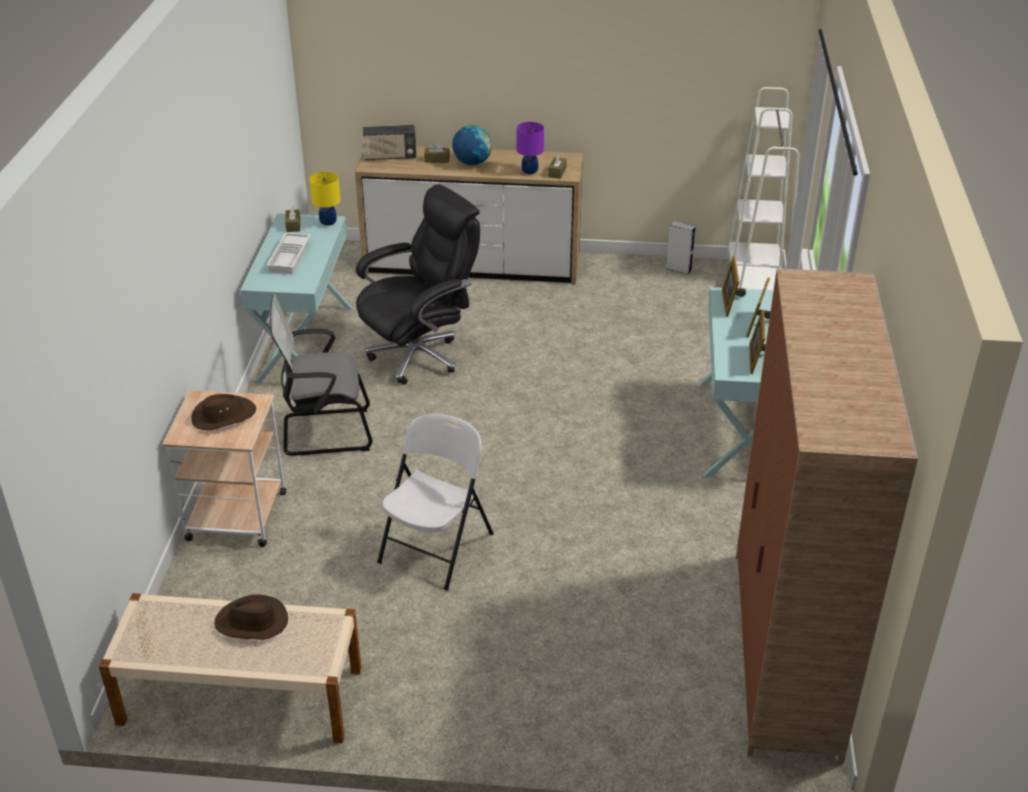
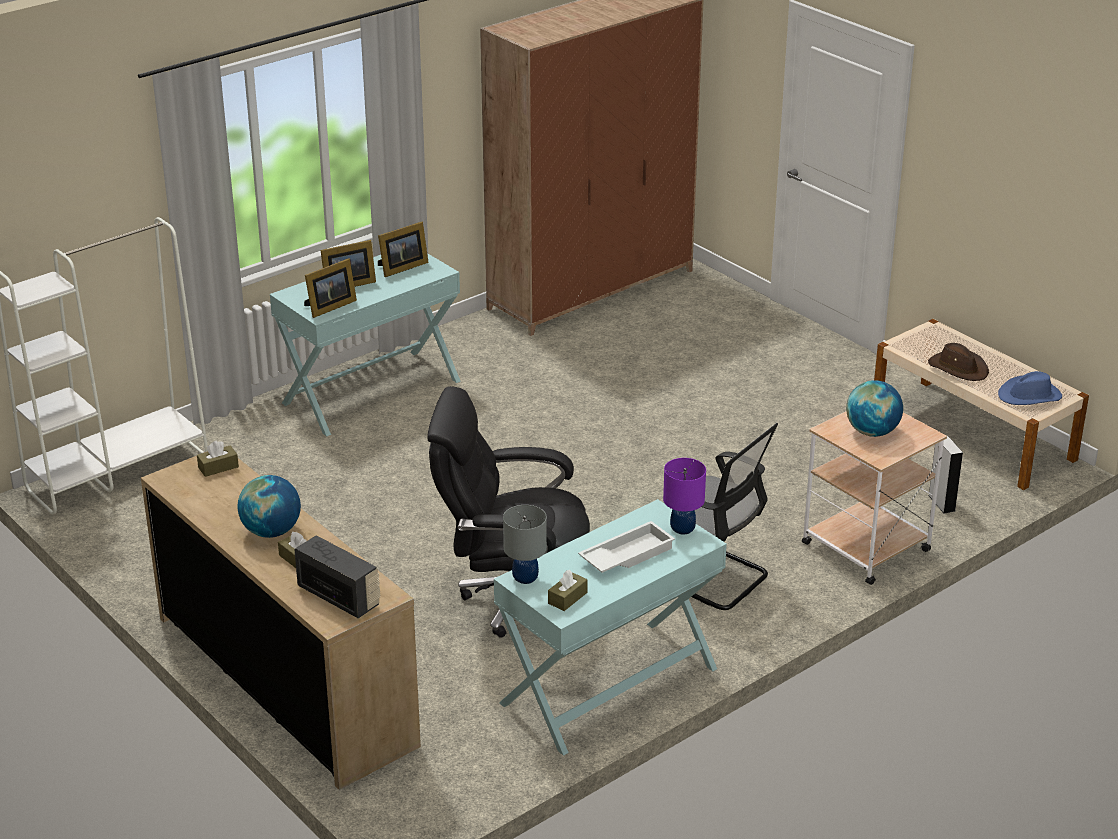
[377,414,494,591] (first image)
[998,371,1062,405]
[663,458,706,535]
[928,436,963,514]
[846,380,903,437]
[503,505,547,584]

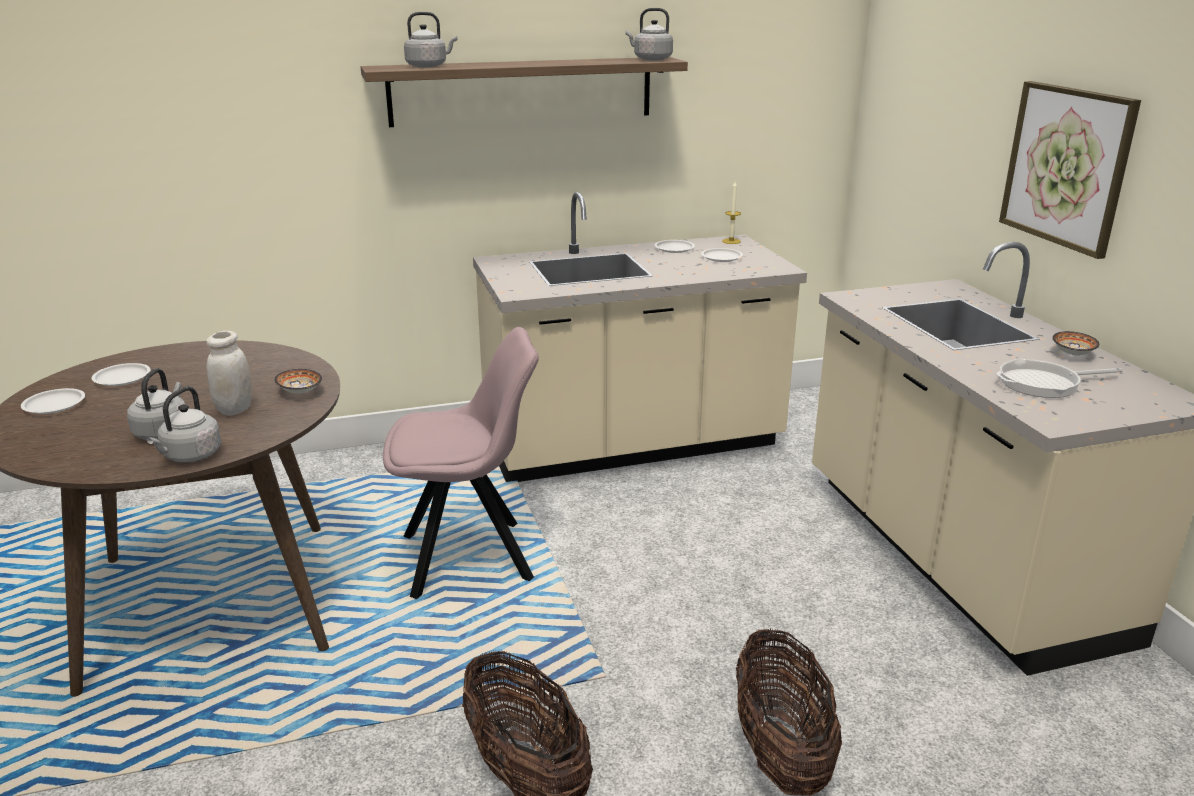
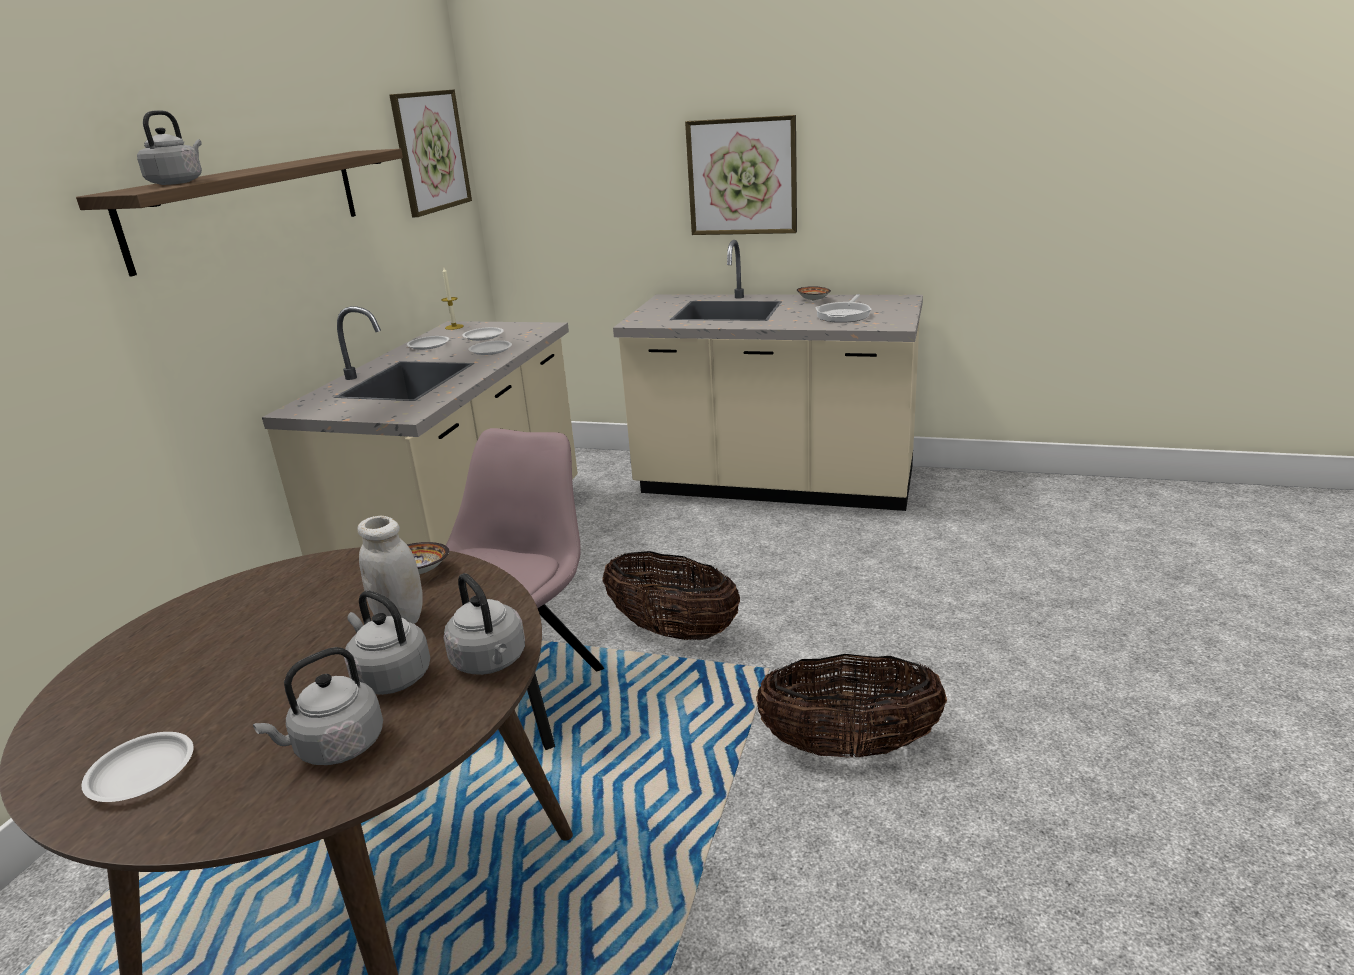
[389,90,472,217]
[468,340,512,355]
[253,647,383,765]
[602,551,740,640]

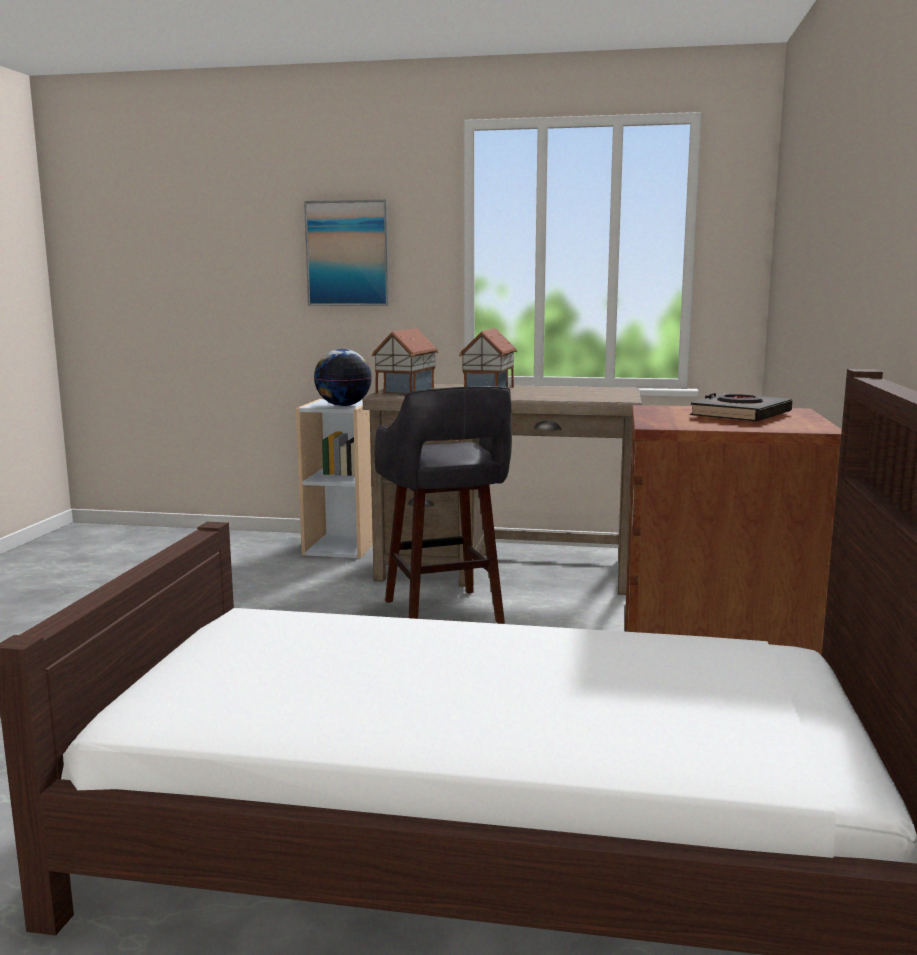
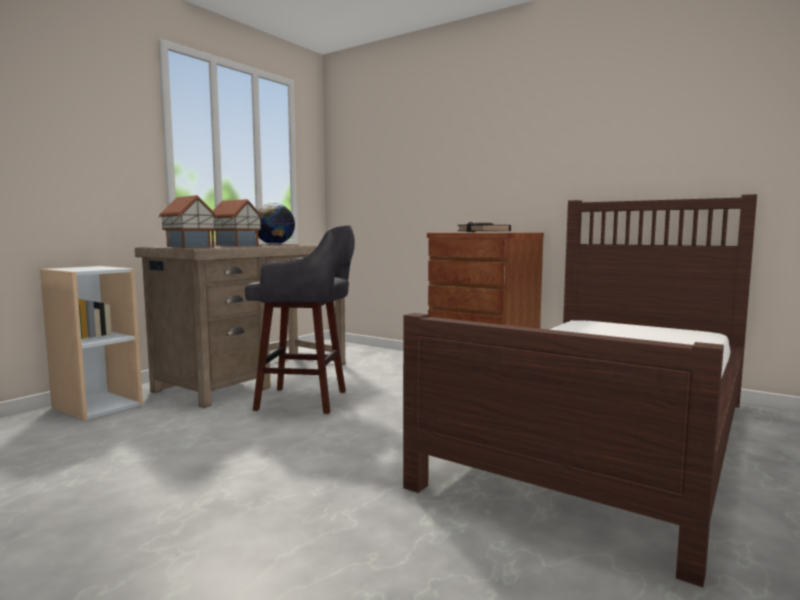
[304,200,390,306] (first image)
[255,203,295,244]

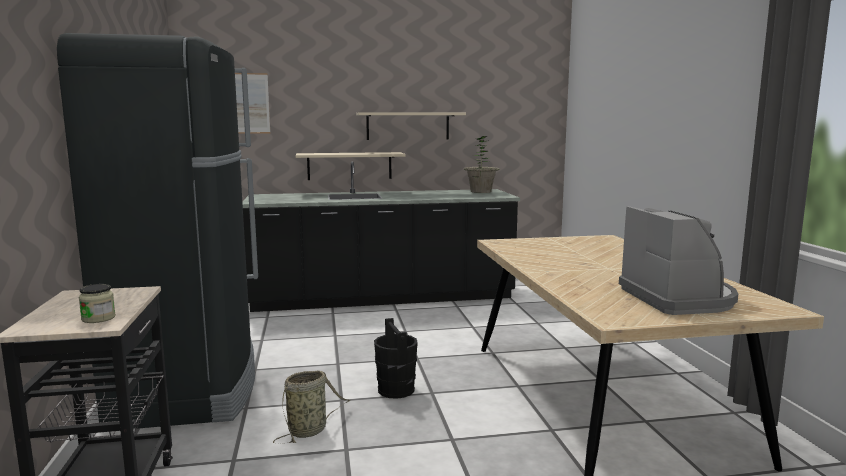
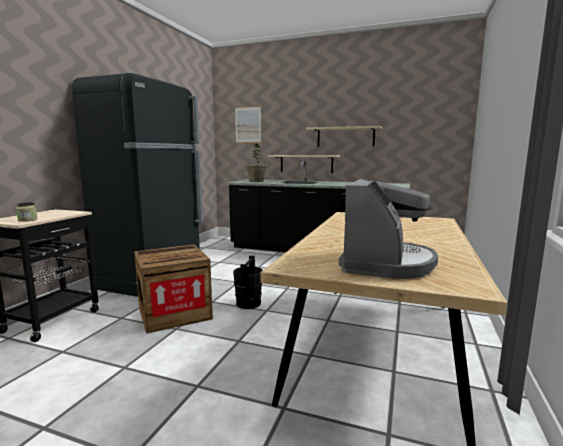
[244,144,268,182]
[134,244,213,334]

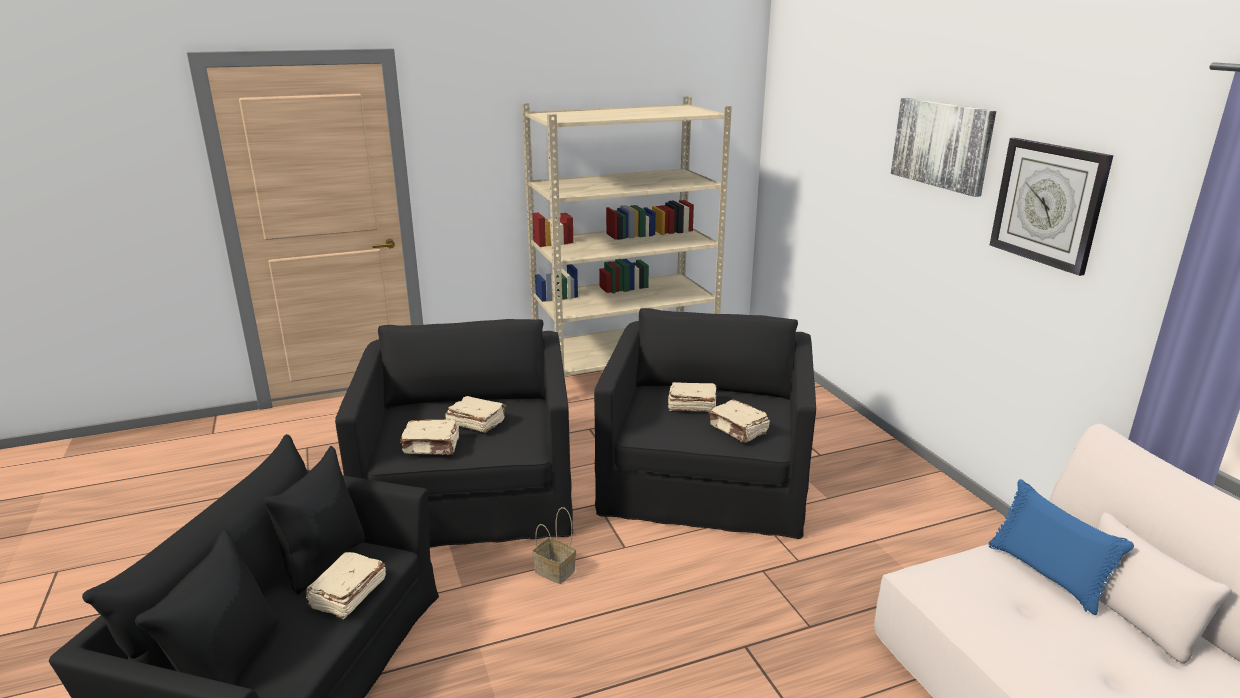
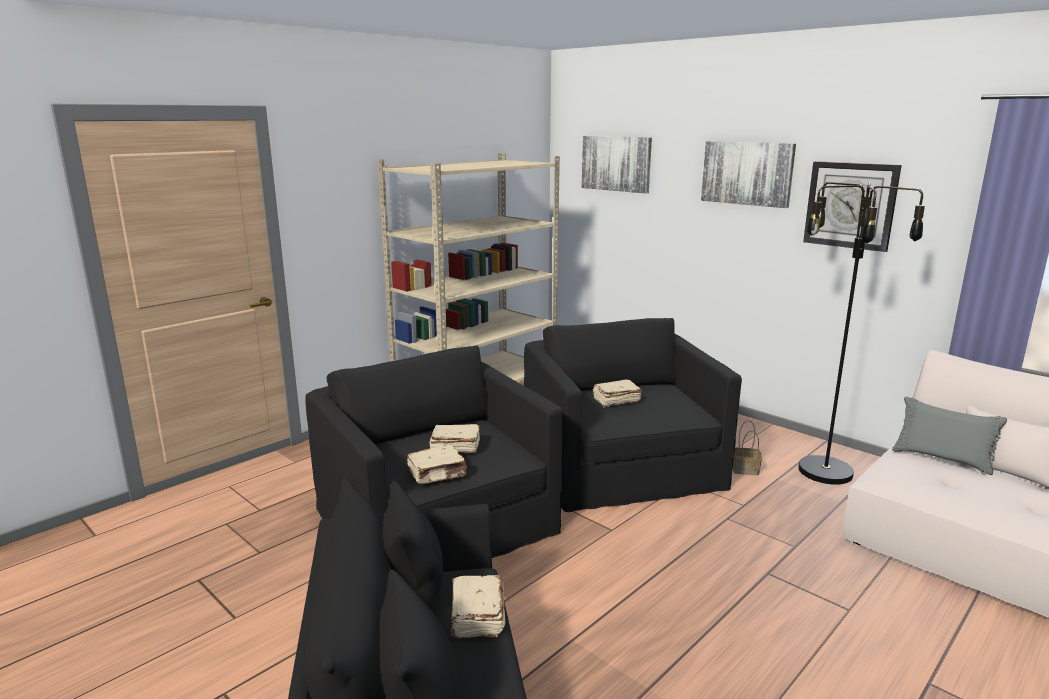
[709,400,770,443] (first image)
[581,136,652,193]
[798,182,925,485]
[732,420,762,475]
[892,396,1007,475]

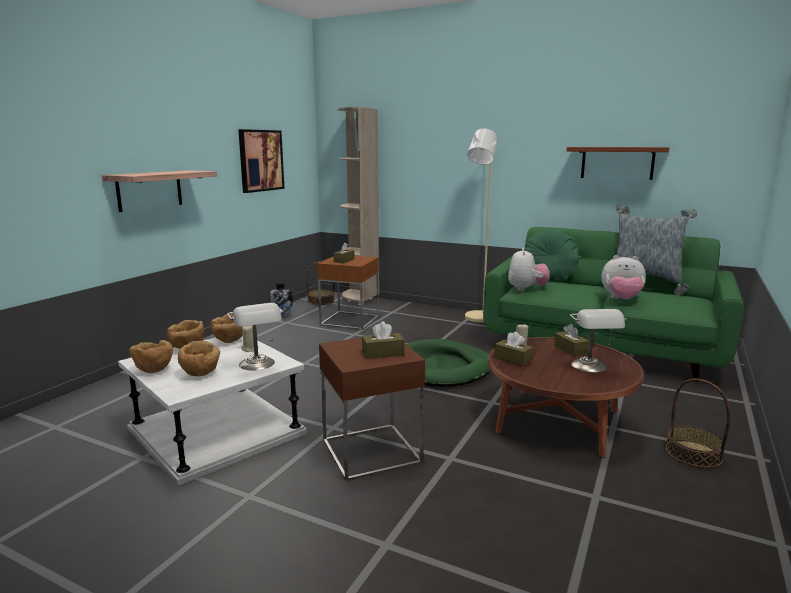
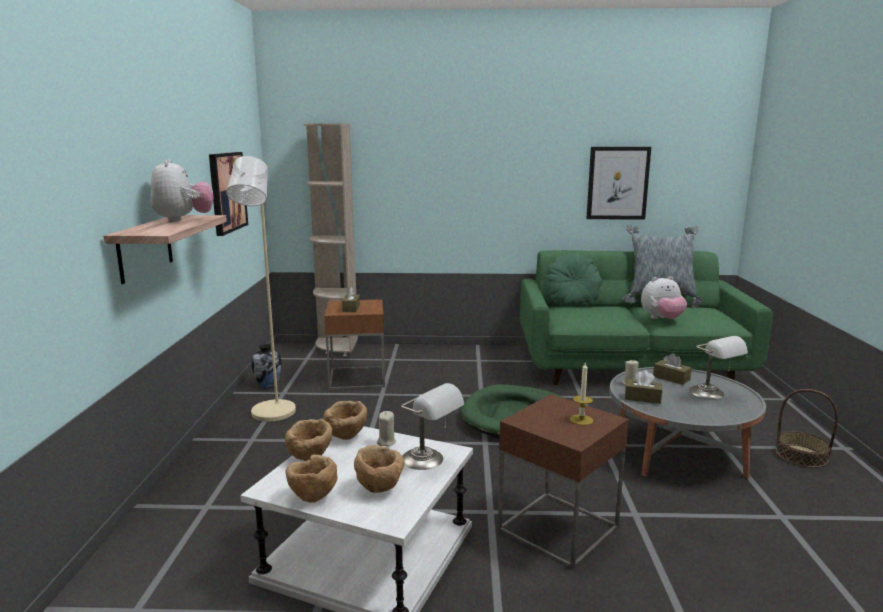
[306,262,334,305] (first image)
[226,156,296,422]
[150,159,213,222]
[570,363,593,425]
[586,147,651,220]
[609,367,766,478]

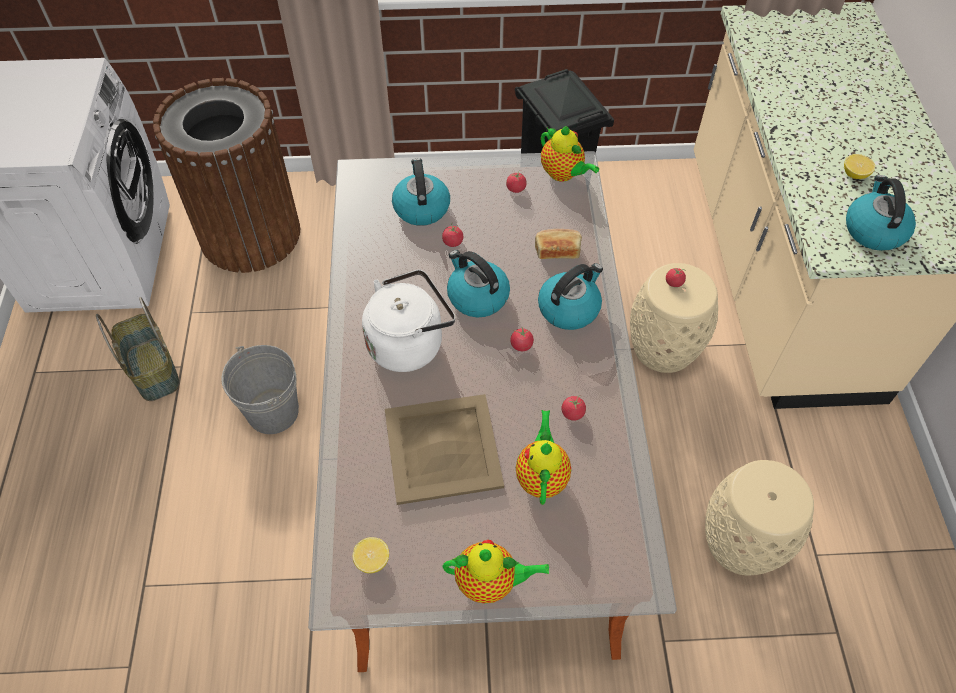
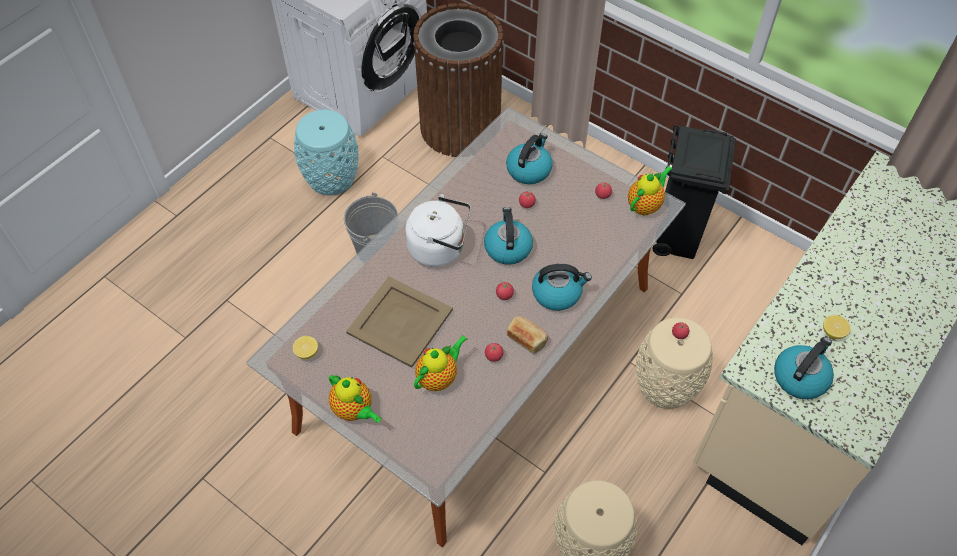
[507,316,548,354]
[294,110,359,195]
[628,166,673,215]

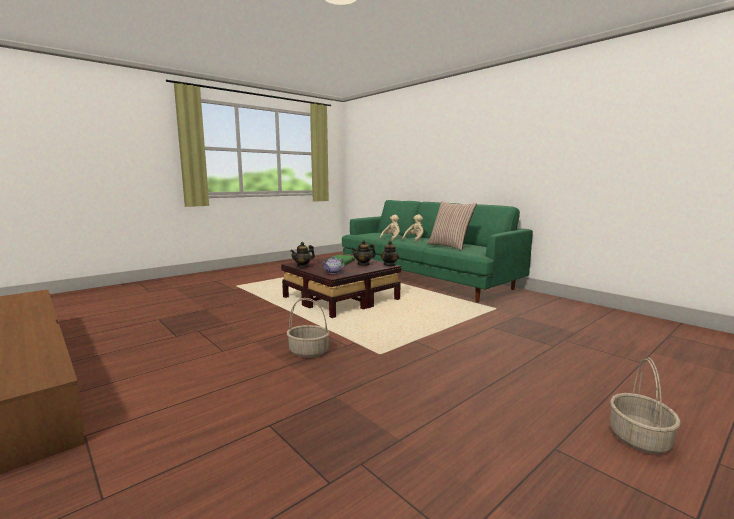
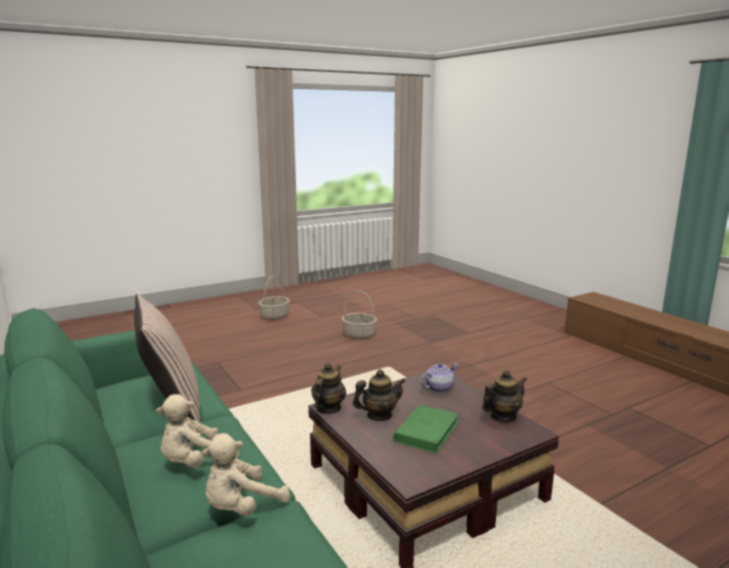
[342,290,377,339]

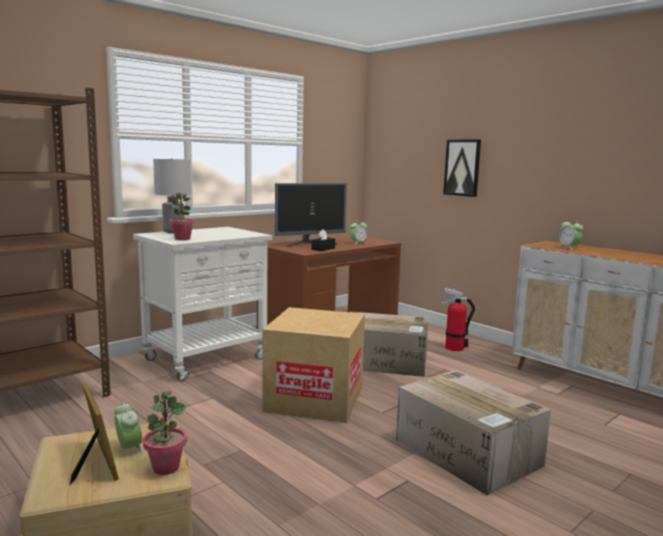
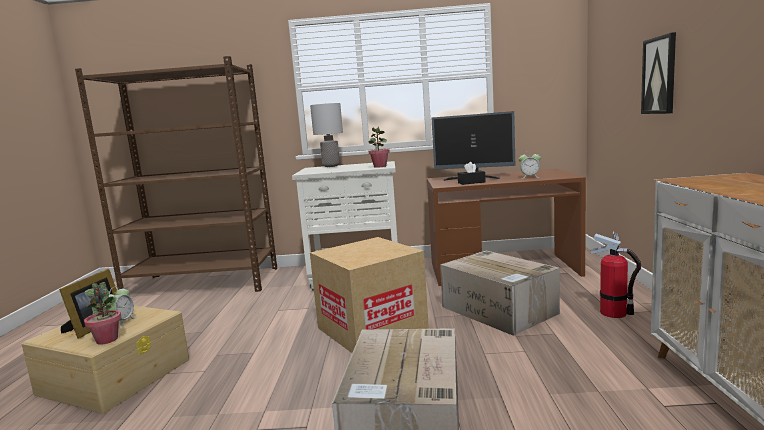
[559,219,583,250] (first image)
[368,127,389,168]

